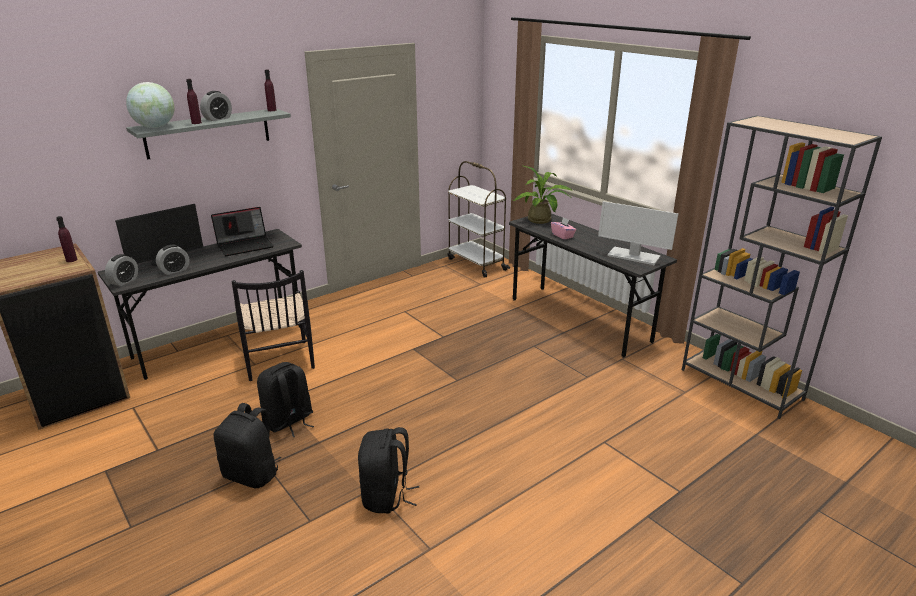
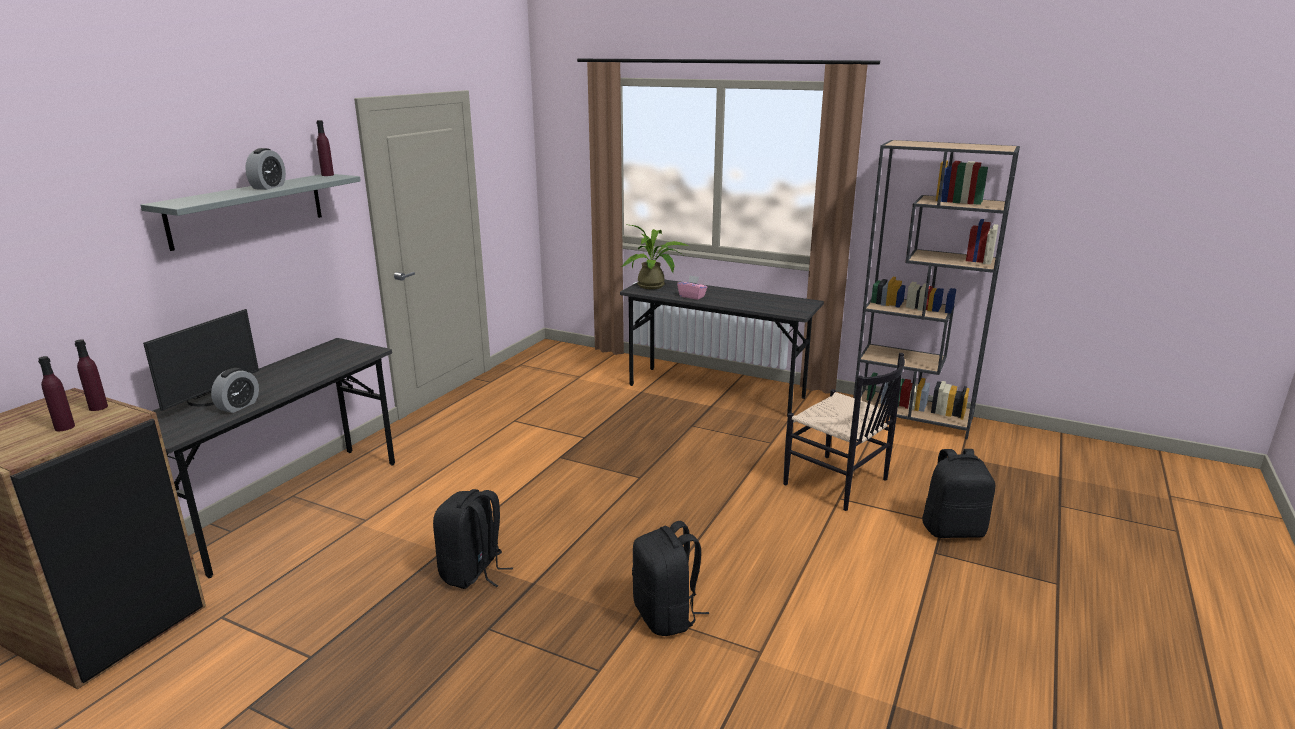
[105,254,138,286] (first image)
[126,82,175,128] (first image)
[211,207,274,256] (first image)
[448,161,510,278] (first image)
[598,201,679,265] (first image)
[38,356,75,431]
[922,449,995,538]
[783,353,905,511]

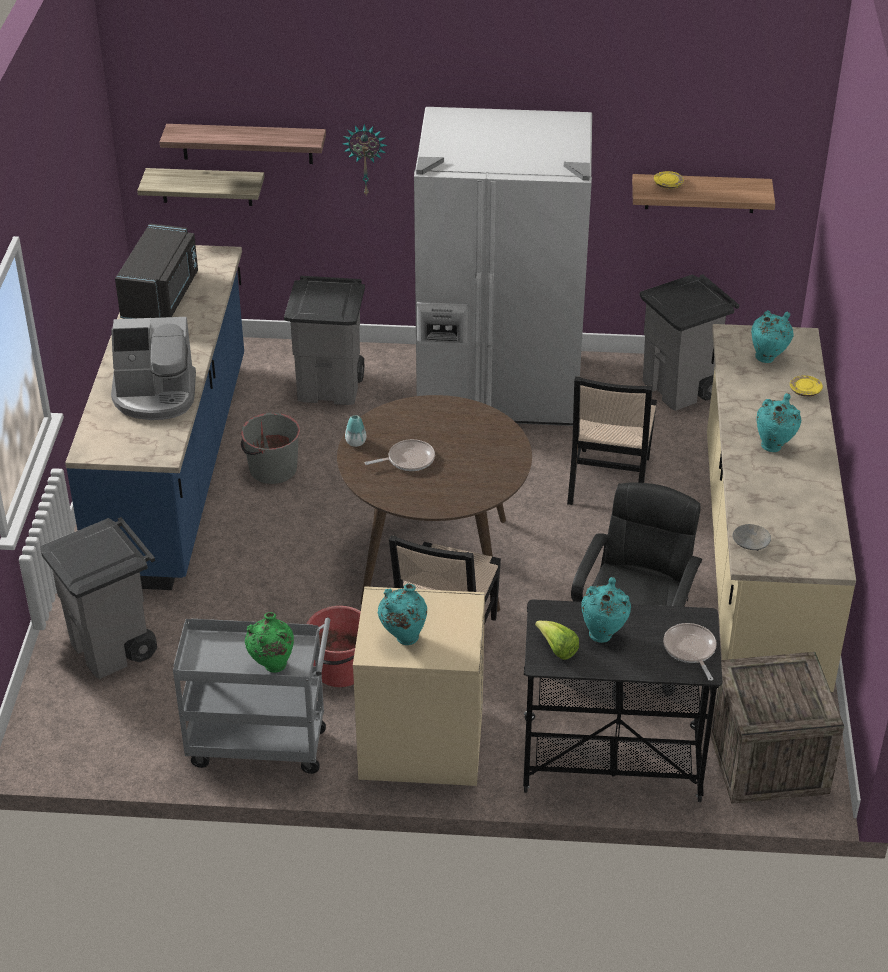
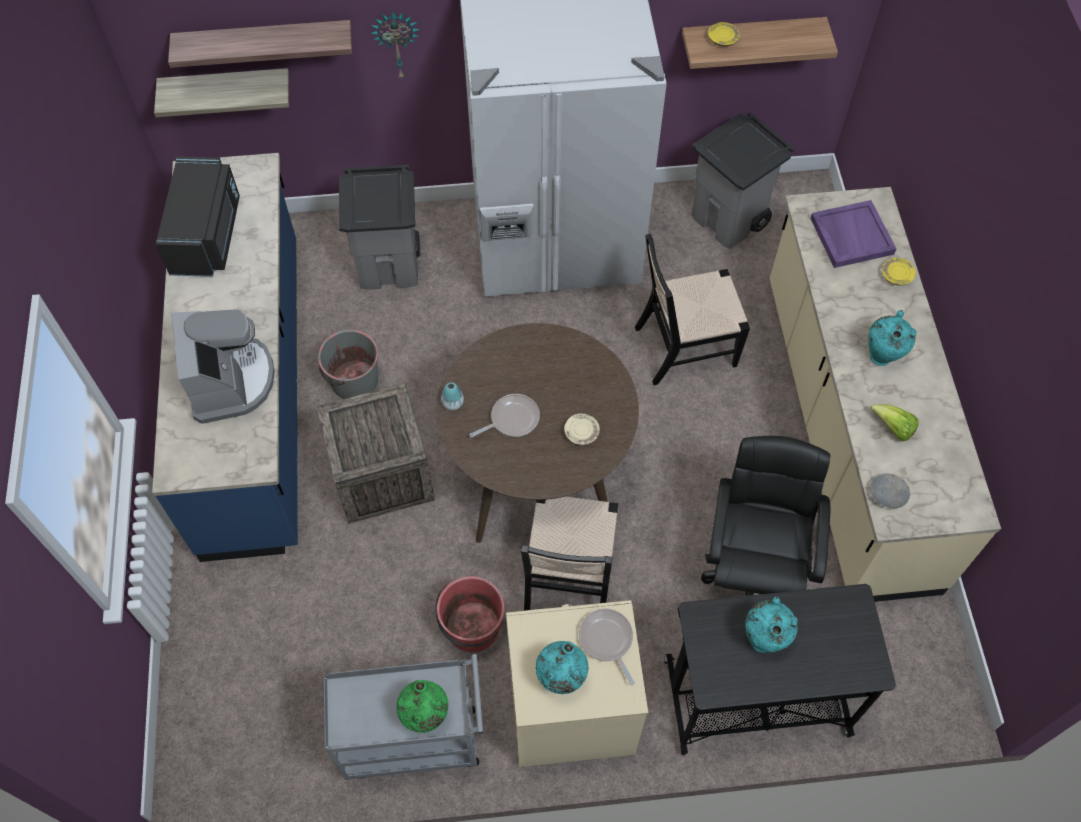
[40,517,157,679] (first image)
[564,413,600,445]
[871,404,919,441]
[579,608,635,685]
[316,383,435,524]
[810,200,896,268]
[171,309,275,424]
[635,233,750,385]

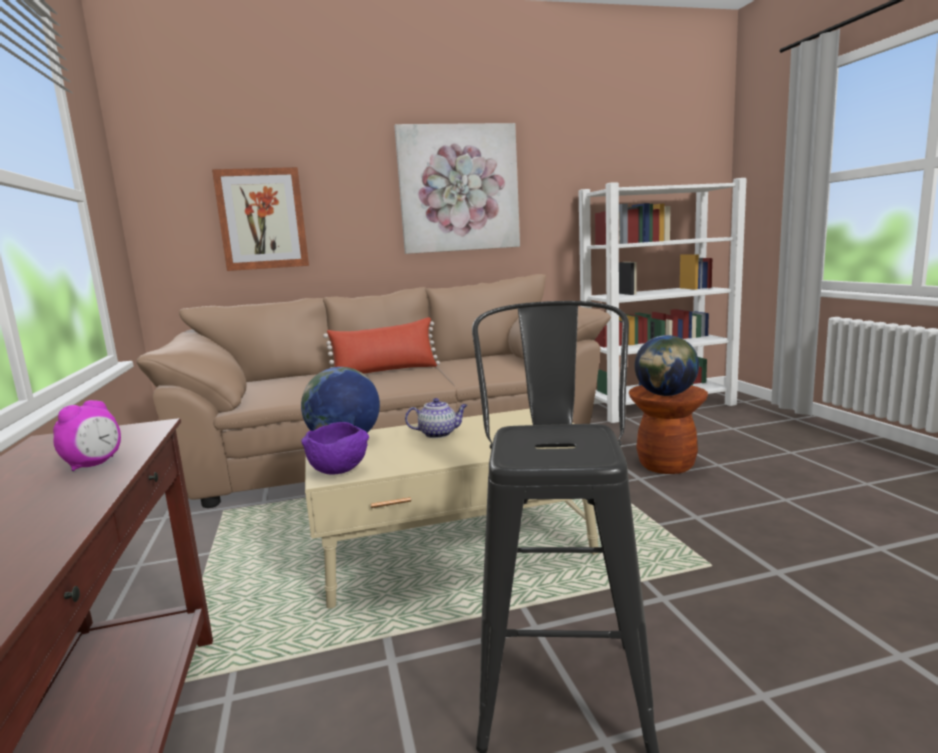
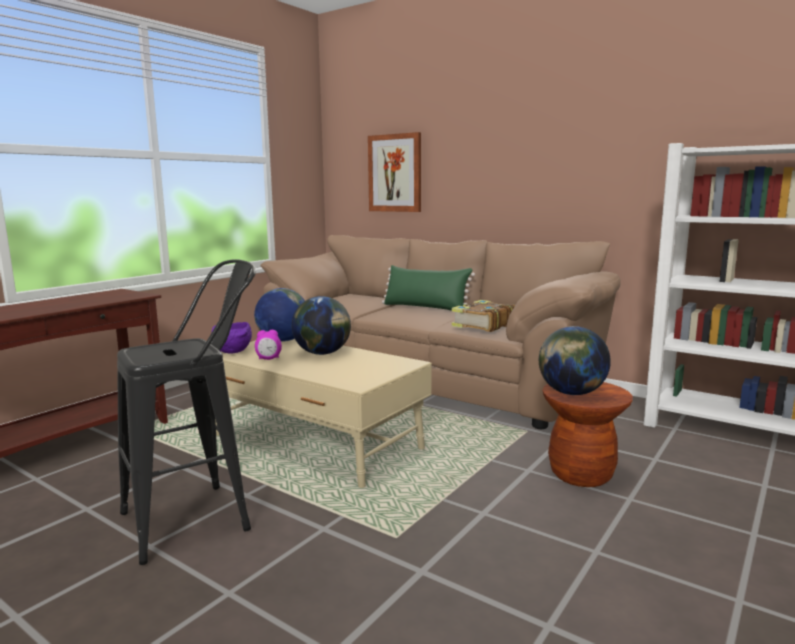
[395,123,520,254] (first image)
[451,300,515,332]
[255,330,282,360]
[292,296,351,355]
[382,265,475,311]

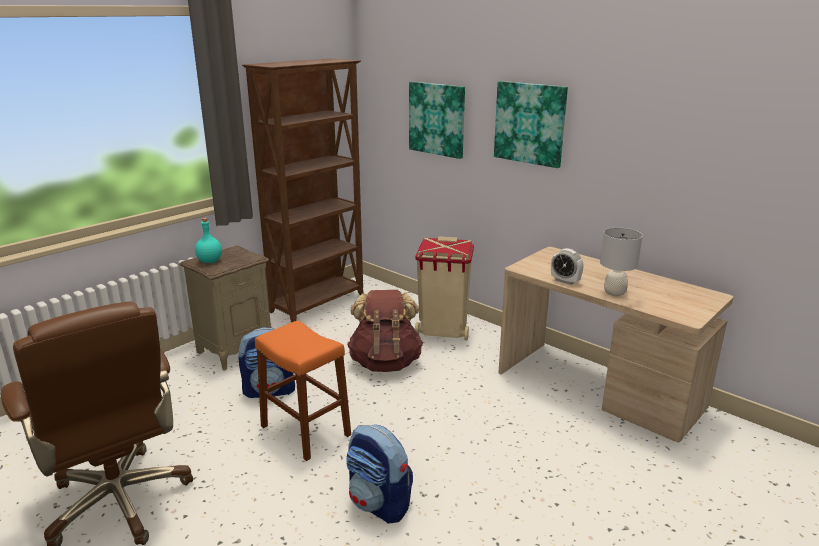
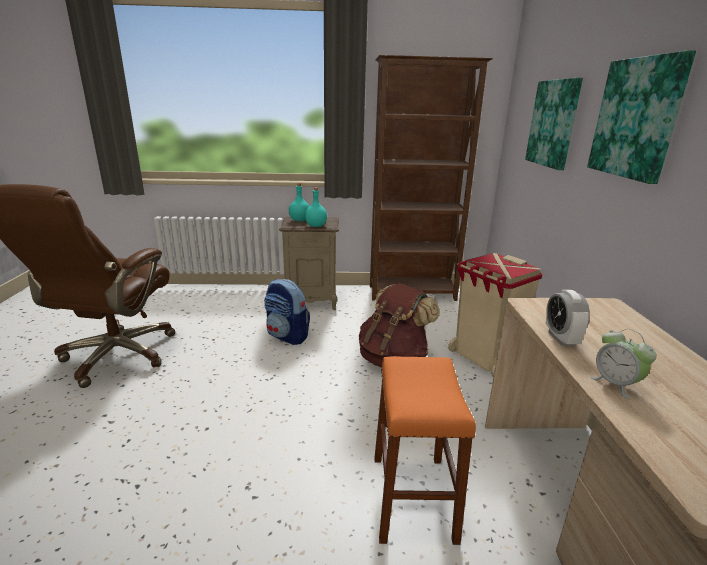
[346,424,413,524] (first image)
[305,187,327,227]
[374,356,476,545]
[590,329,657,400]

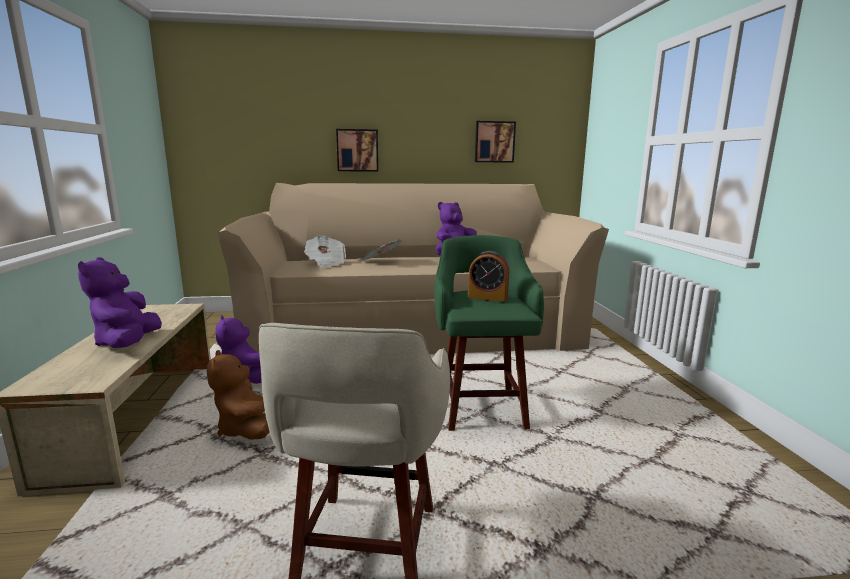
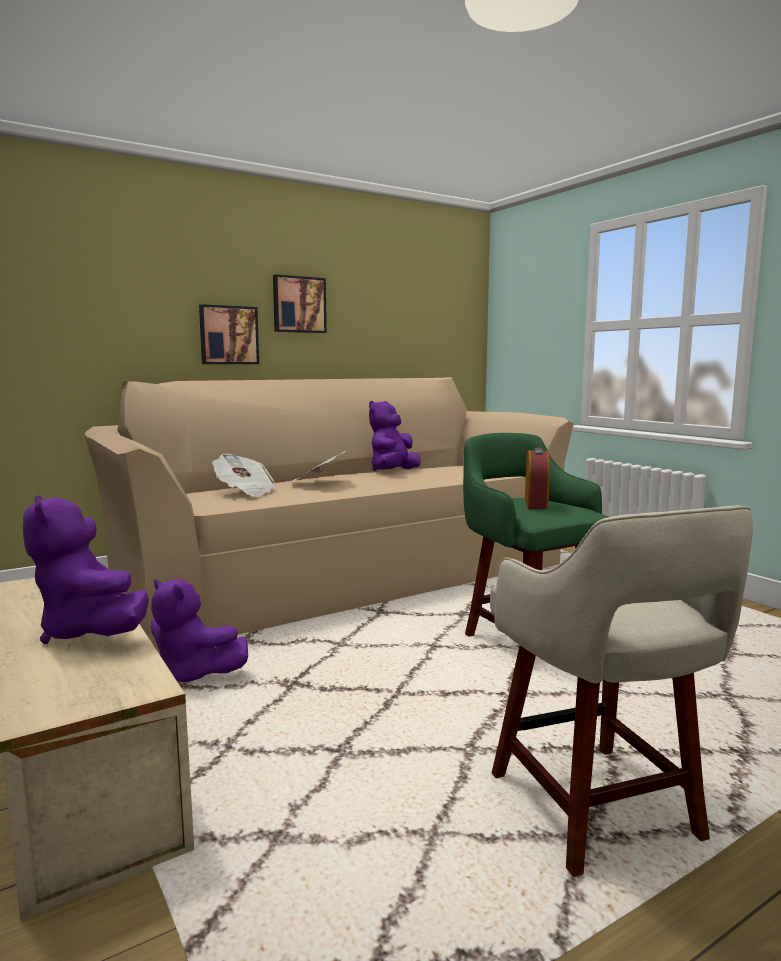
[207,350,269,440] (first image)
[273,274,327,333]
[525,448,550,509]

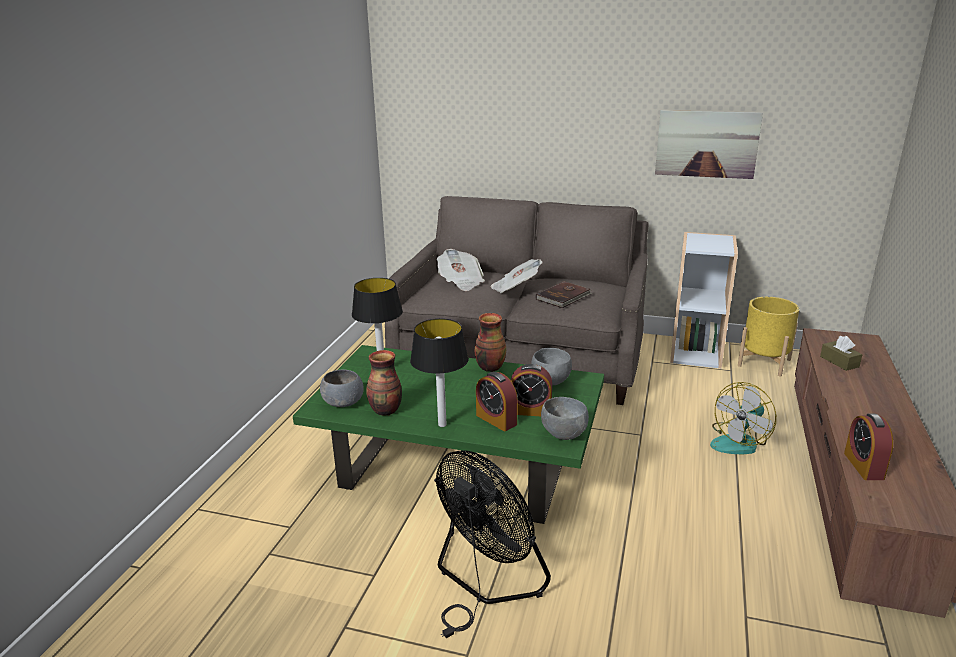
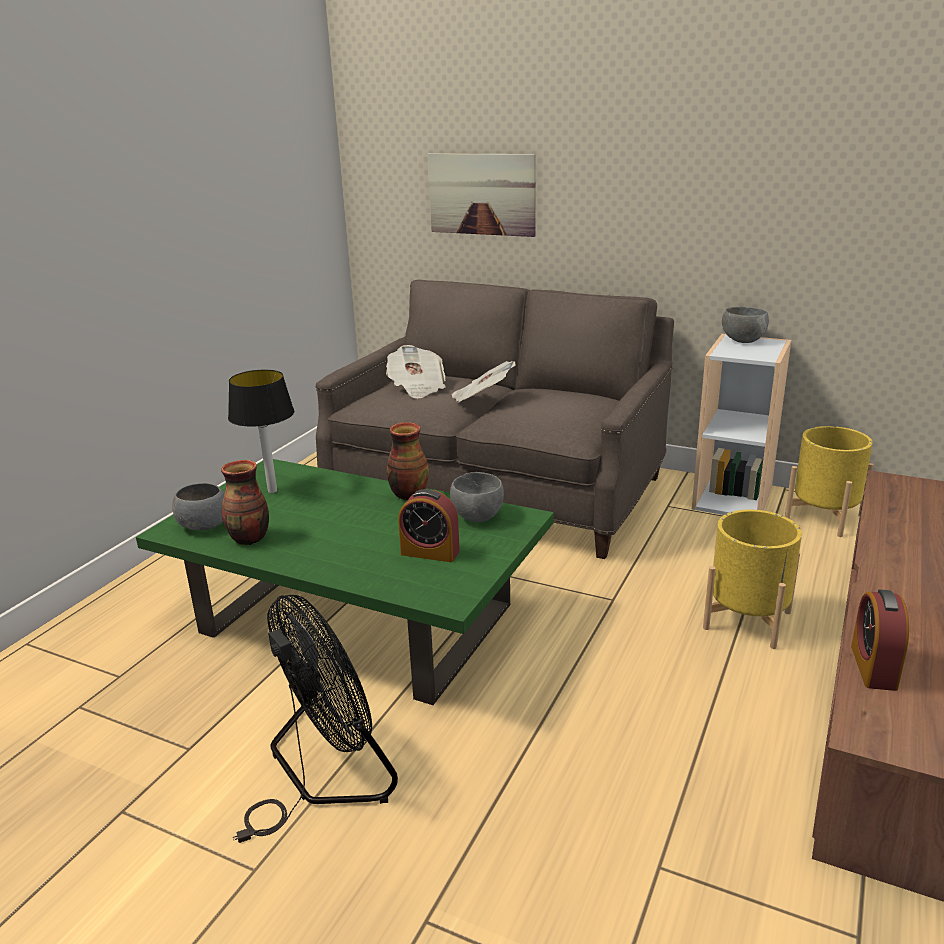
[410,319,469,427] (first image)
[476,372,517,431] (first image)
[535,281,593,308] (first image)
[820,336,862,371] (first image)
[722,307,769,343]
[428,153,536,237]
[703,510,802,649]

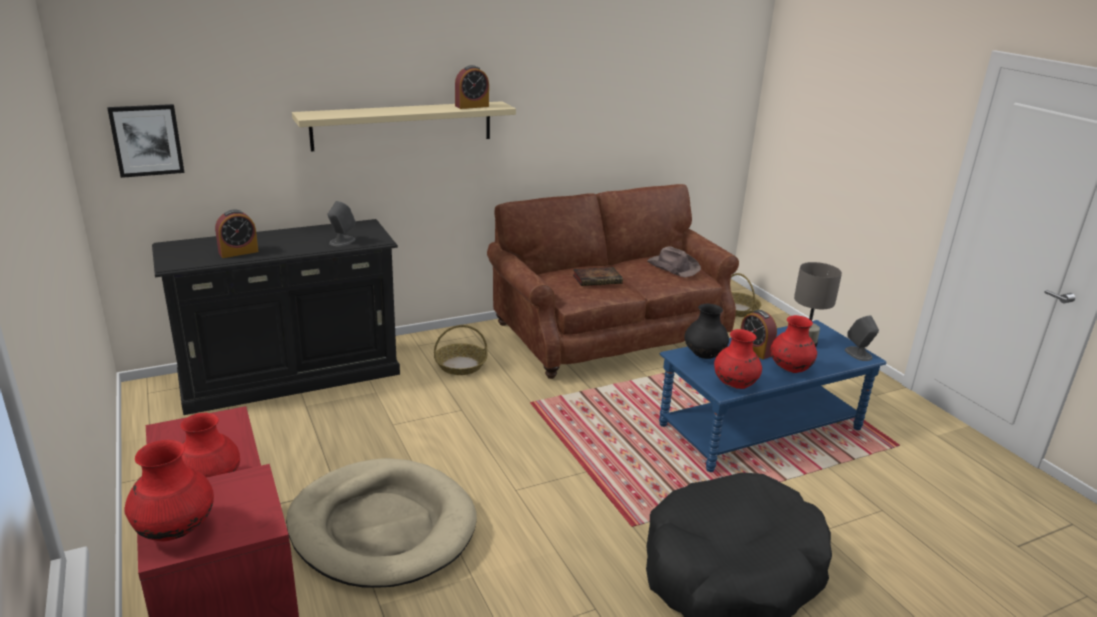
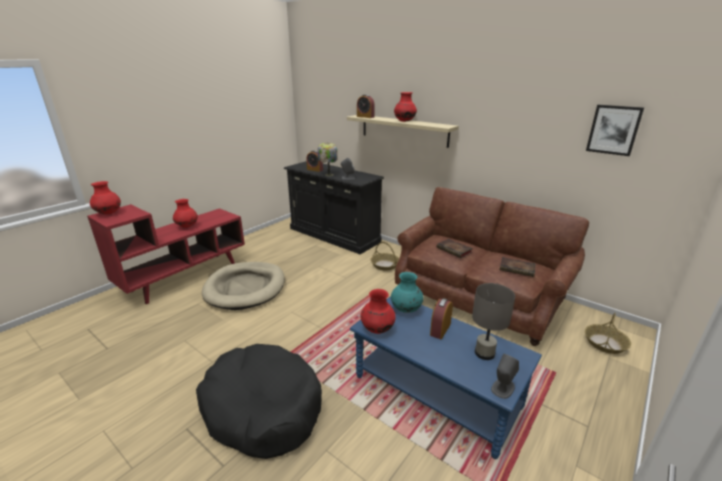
[318,143,338,176]
[586,105,644,156]
[357,94,375,118]
[394,92,417,122]
[500,257,536,277]
[391,272,423,313]

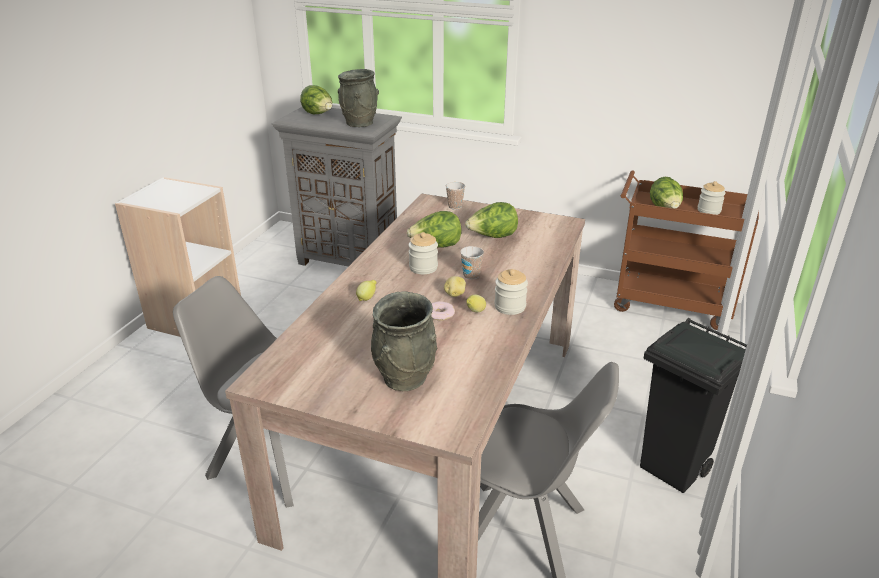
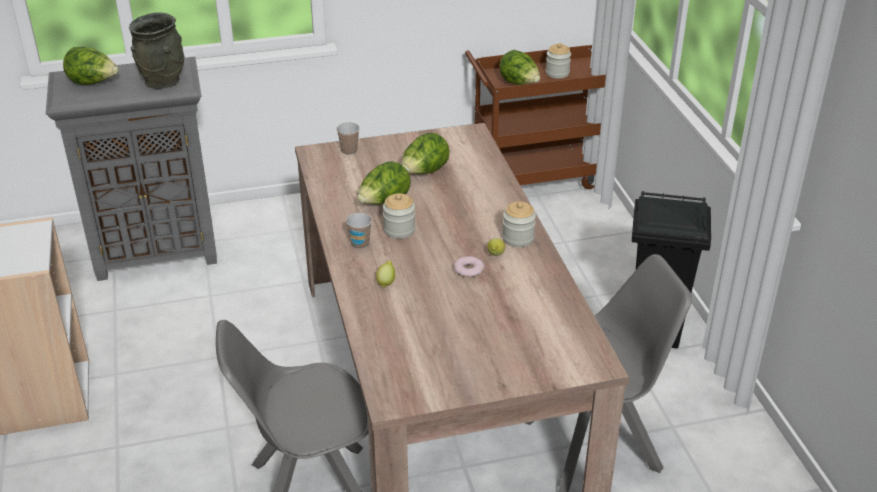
[371,291,437,391] (first image)
[444,276,466,297] (first image)
[346,213,372,249]

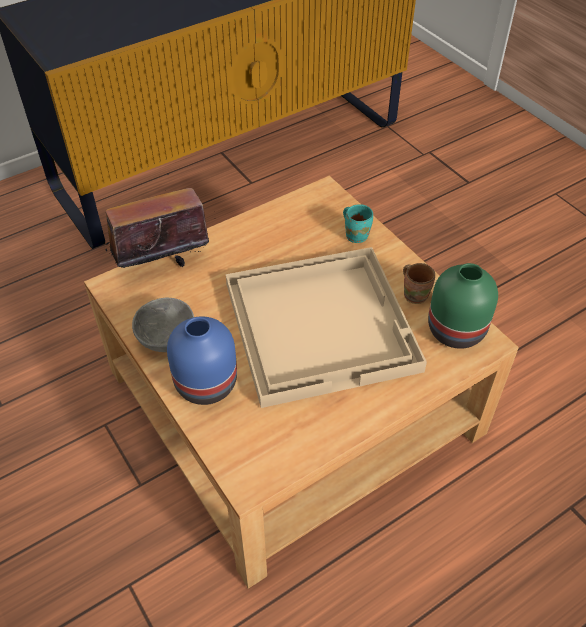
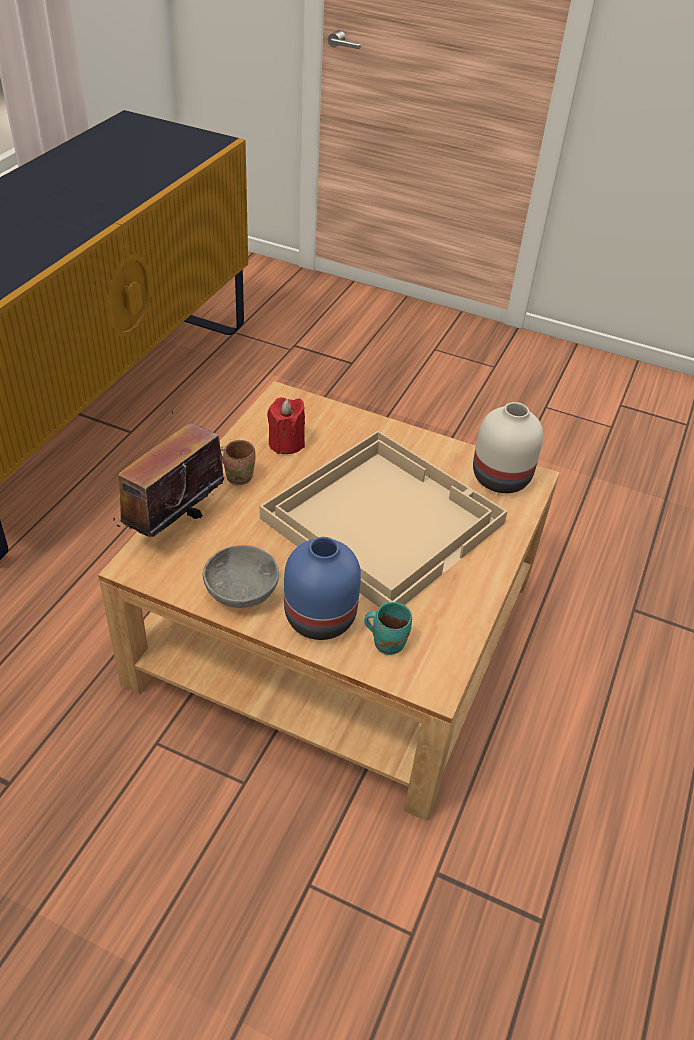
[267,397,305,454]
[364,602,412,655]
[220,440,255,485]
[473,402,543,493]

